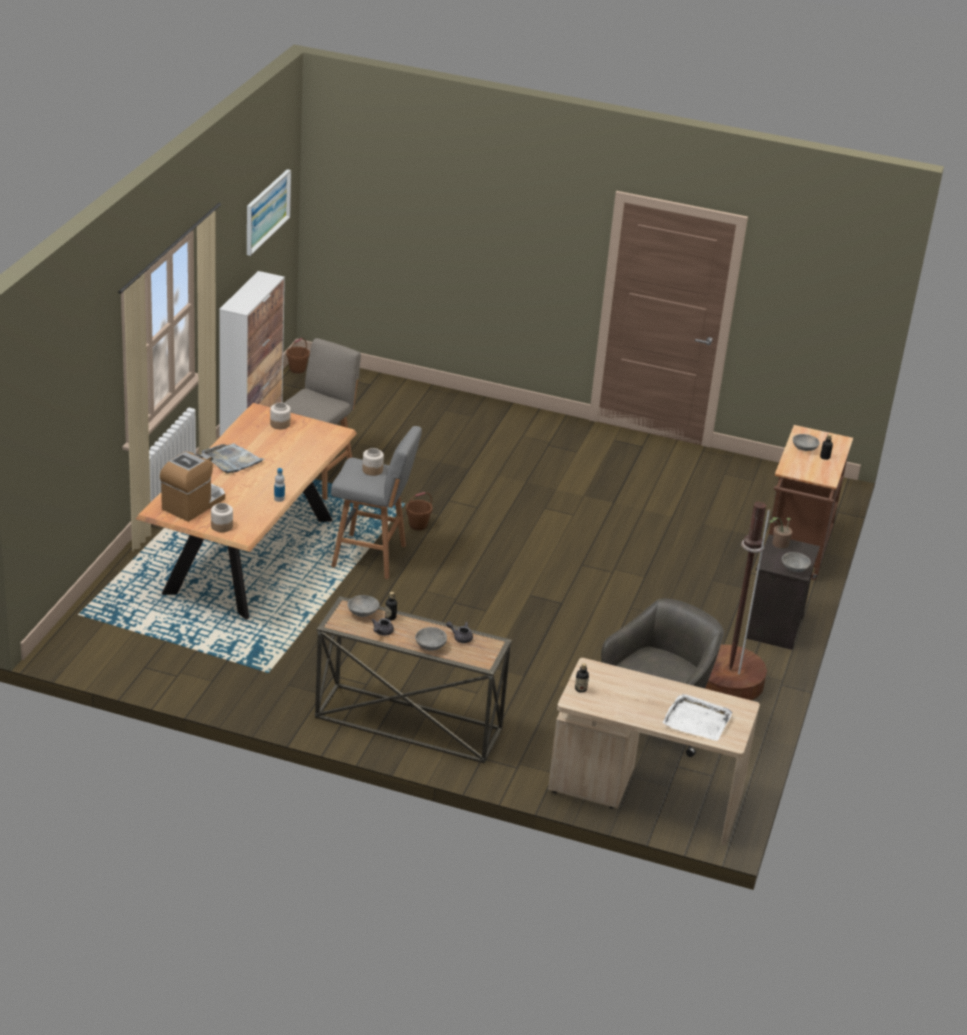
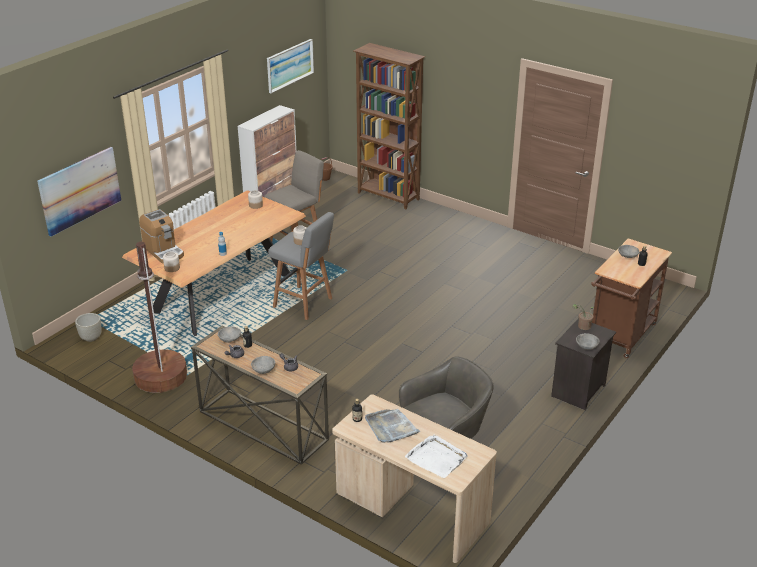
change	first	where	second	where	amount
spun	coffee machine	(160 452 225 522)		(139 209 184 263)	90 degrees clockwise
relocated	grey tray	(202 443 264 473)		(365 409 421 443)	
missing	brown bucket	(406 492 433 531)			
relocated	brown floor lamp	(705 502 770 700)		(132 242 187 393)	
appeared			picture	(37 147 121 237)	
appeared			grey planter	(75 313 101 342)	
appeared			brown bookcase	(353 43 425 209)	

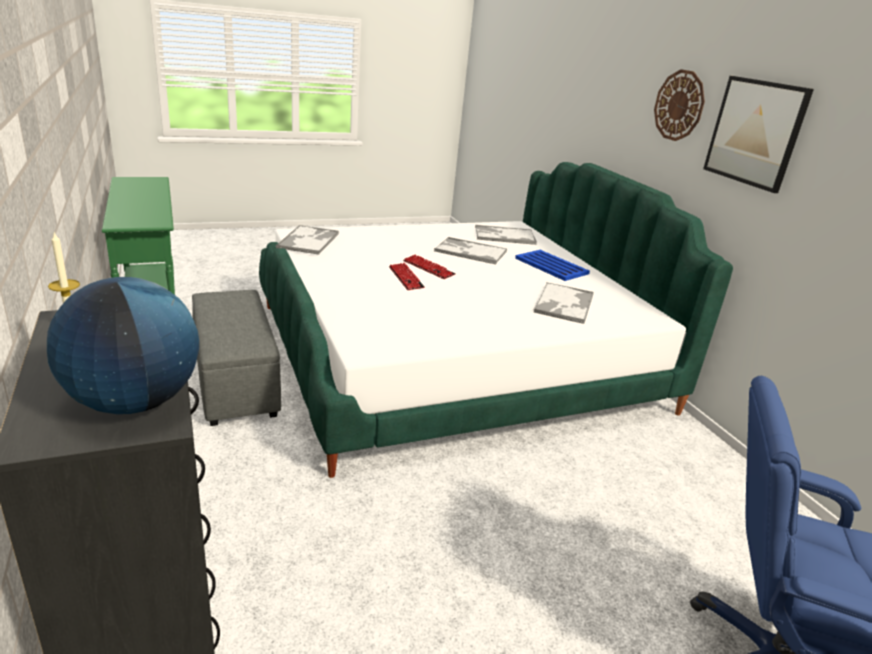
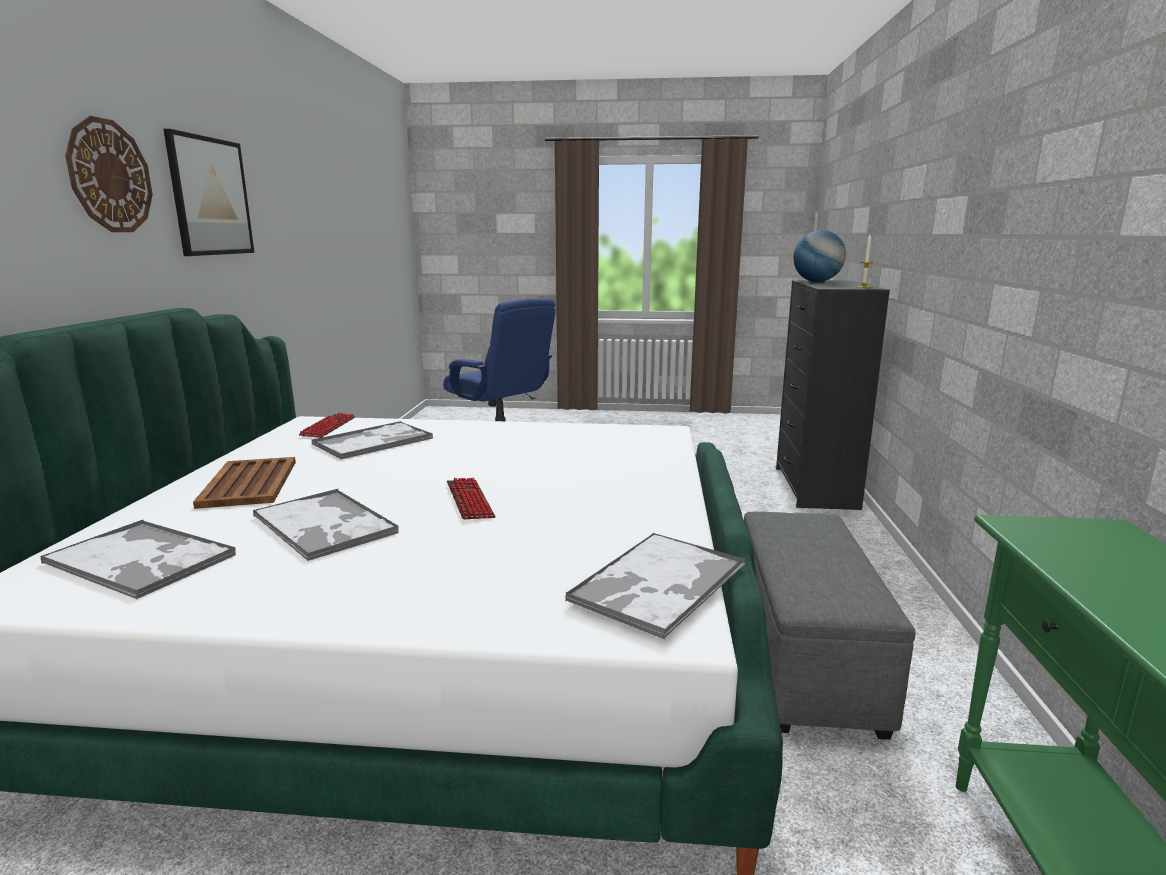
change	first	where	second	where	amount
relocated	keyboard	(389 263 425 290)		(299 413 356 438)	
colour	blue tray	(515 250 590 281)	brown tray	(193 457 296 509)	

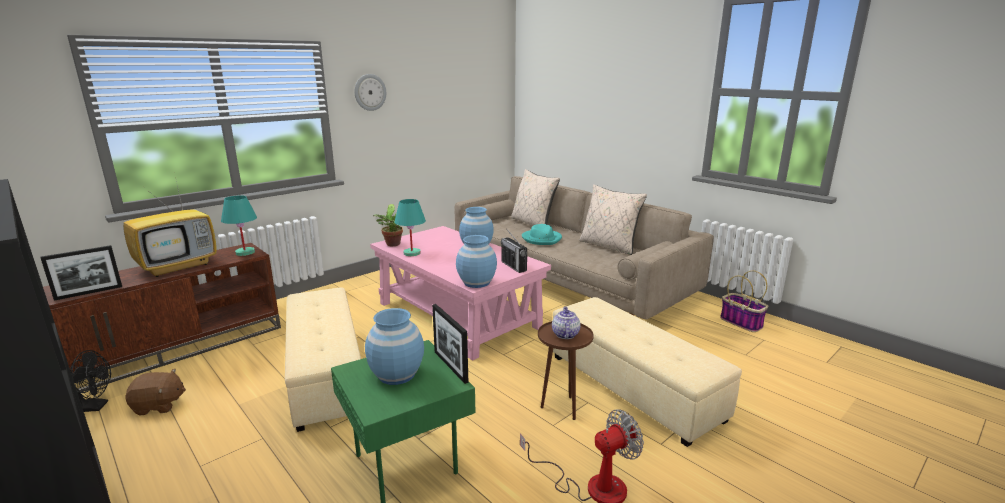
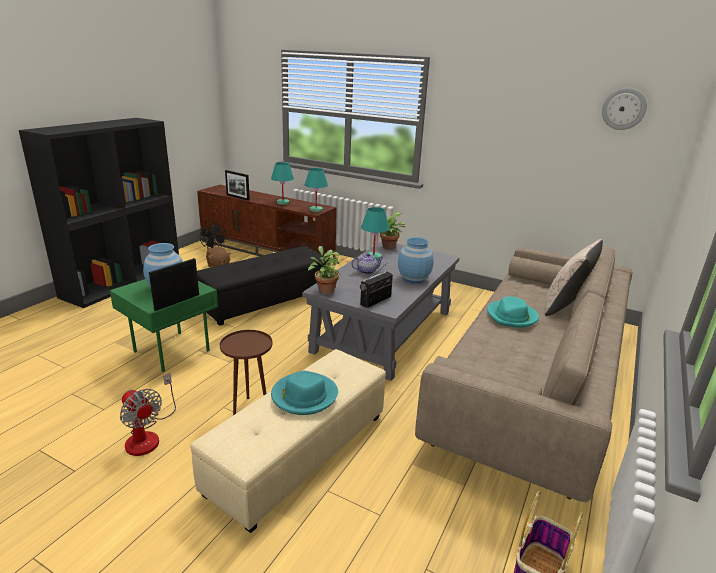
change	first	where	second	where	amount
exchanged	television	(123 181 217 277)	turquoise table lamp	(271 162 294 204)	
colour	beige ottoman	(285 287 361 432)	black ottoman	(197 246 329 326)	
relocated	wall clock	(354 74 386 111)		(602 88 647 130)	
colour	pink coffee table	(370 226 551 361)	grey coffee table	(302 241 460 381)	
exchanged	blue vase	(456 235 497 288)	potted plant	(308 246 340 294)	
relocated	teapot	(552 306 581 339)		(351 253 384 274)	
missing	beige pillow	(580 184 647 255)			
appeared			turquoise hat	(271 371 338 415)	

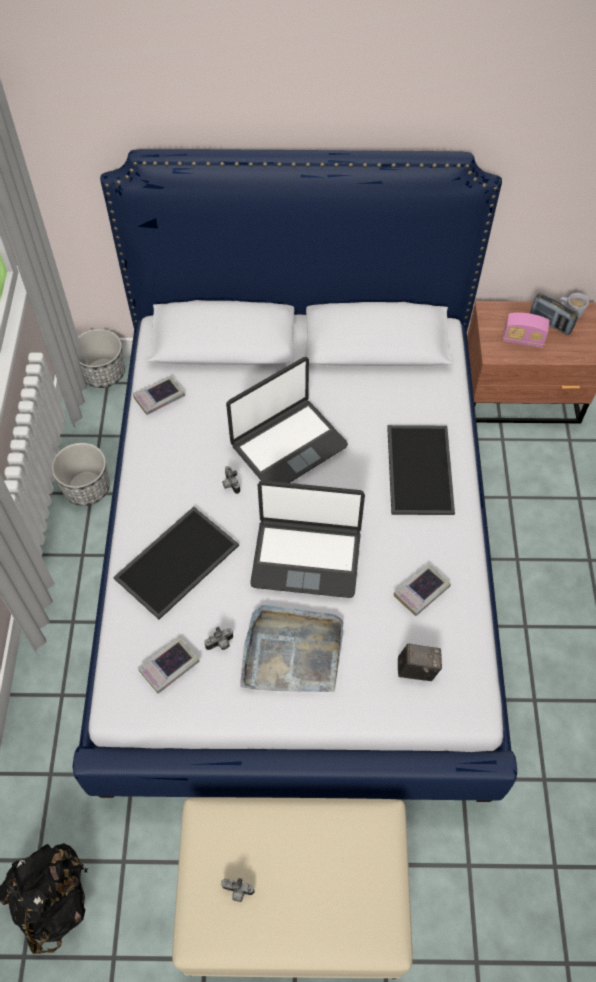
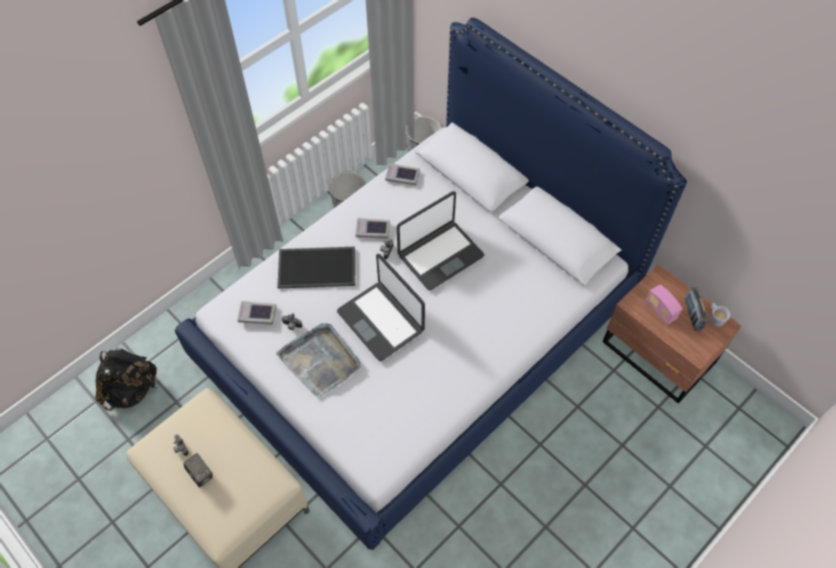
change	first	where	second	where	amount
spun	laptop	(226 357 348 483)		(397 191 484 291)	45 degrees counterclockwise
missing	tray	(387 425 455 515)			
relocated	book	(394 564 451 616)		(356 218 390 239)	
relocated	photo camera	(398 643 442 681)		(184 453 213 488)	

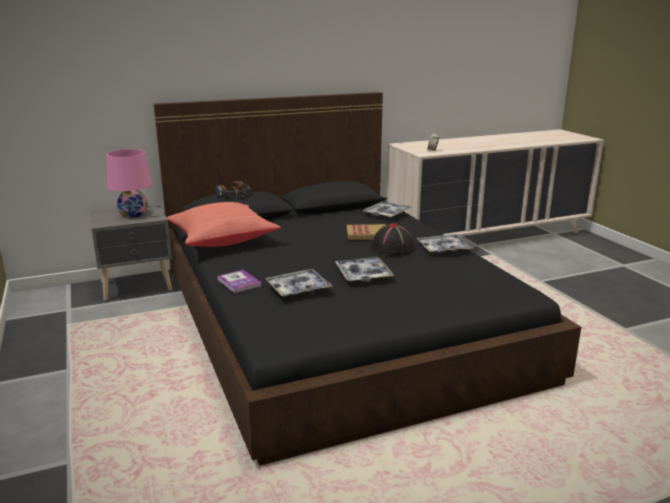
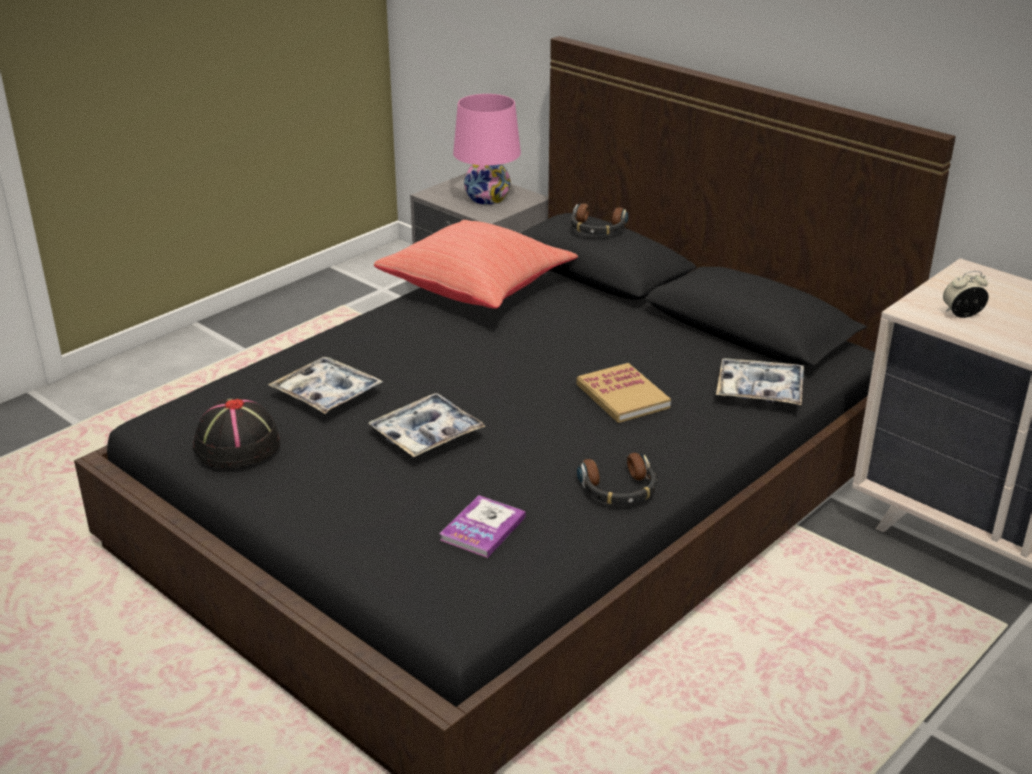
change	first	where	second	where	amount
relocated	book	(217 270 262 293)		(440 495 526 558)	
relocated	black hat	(371 223 414 256)		(193 398 280 468)	
exchanged	tray	(417 234 474 253)	headphones	(577 453 657 504)	

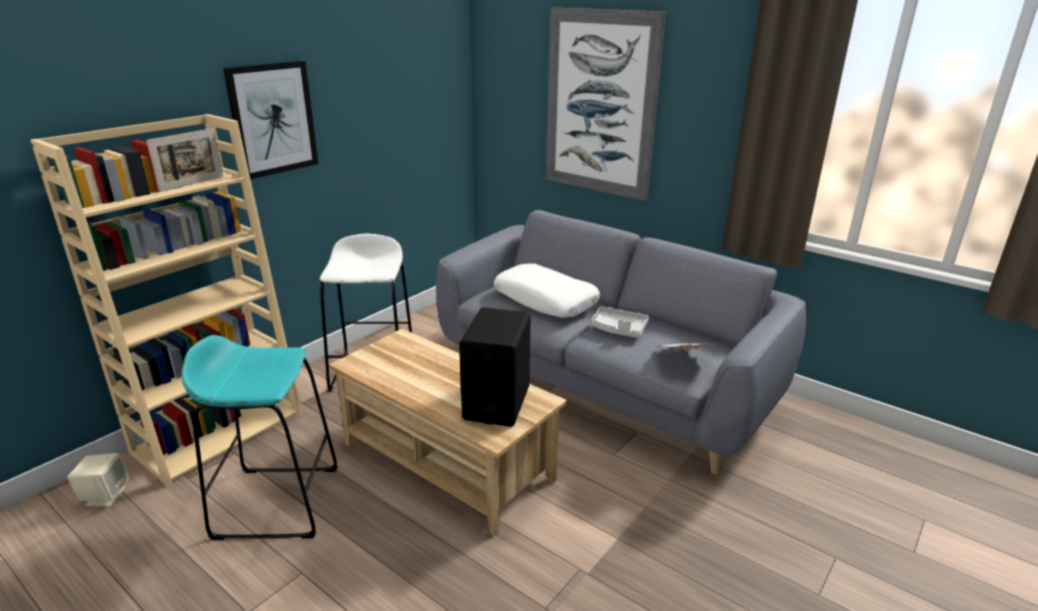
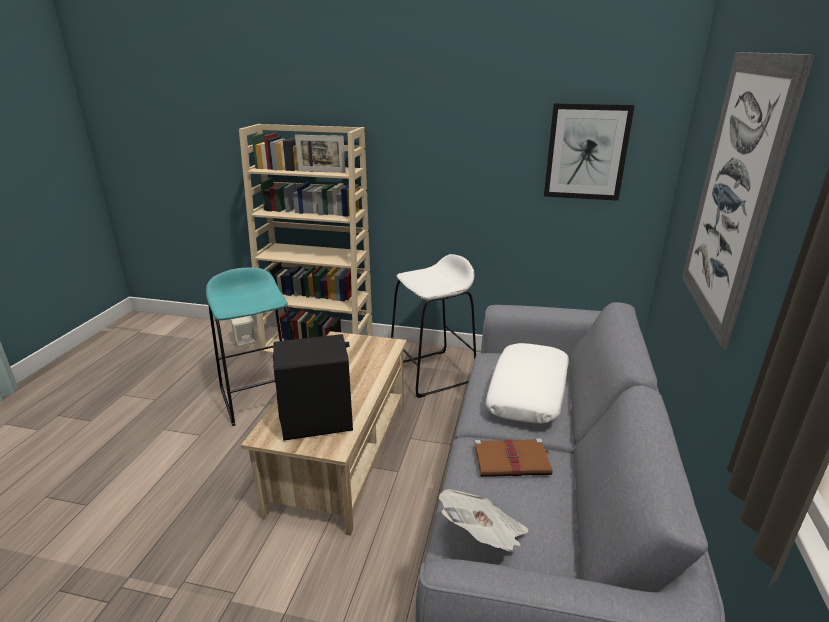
change	first	where	second	where	amount
relocated	picture	(223 61 318 179)		(544 103 635 201)	
exchanged	grey tray	(591 306 649 338)	brown book	(474 438 553 477)	

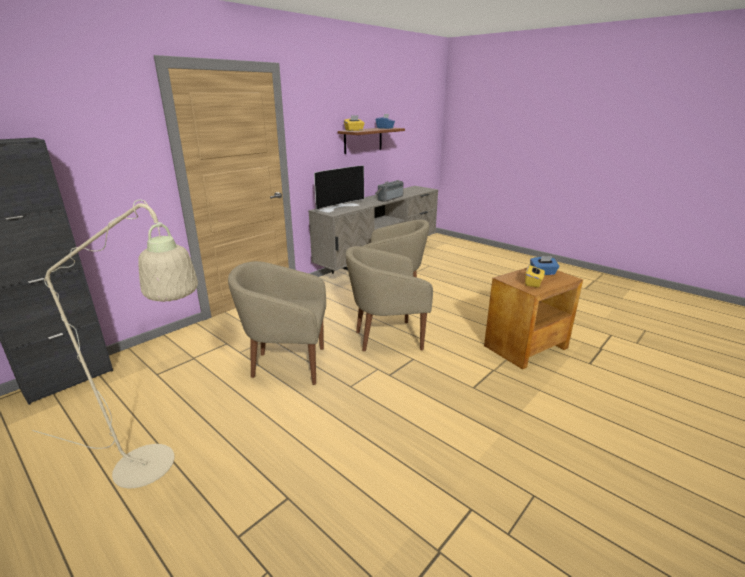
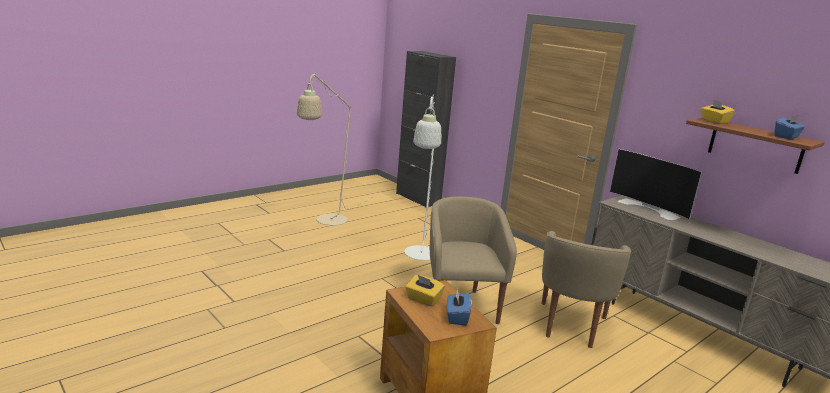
change	first	where	second	where	amount
exchanged	beige armchair	(228 261 326 385)	white floor lamp	(404 95 442 260)	
missing	radio	(375 180 403 202)			

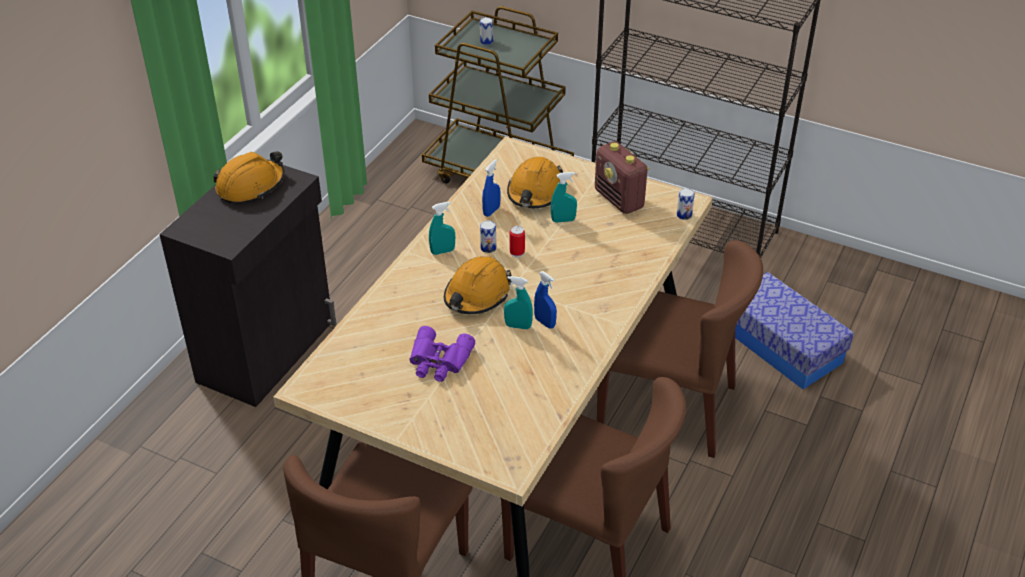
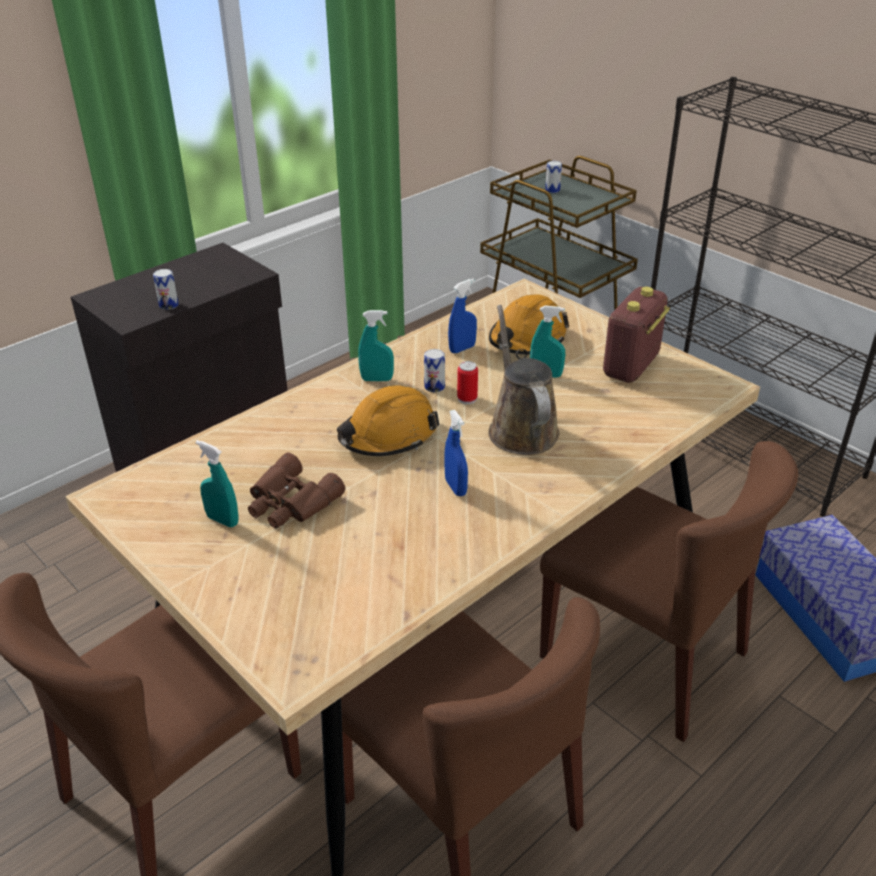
change	first	where	second	where	amount
missing	orange hard hat	(214 152 285 203)			
colour	purple binoculars	(410 326 475 382)	brown binoculars	(248 452 345 528)	
relocated	turquoise spray bottle	(504 276 533 329)		(196 440 238 527)	
spun	radio	(595 141 650 214)		(603 287 670 383)	45 degrees clockwise
relocated	can	(677 188 695 220)		(153 269 178 310)	
appeared			brown watering can	(488 305 559 455)	

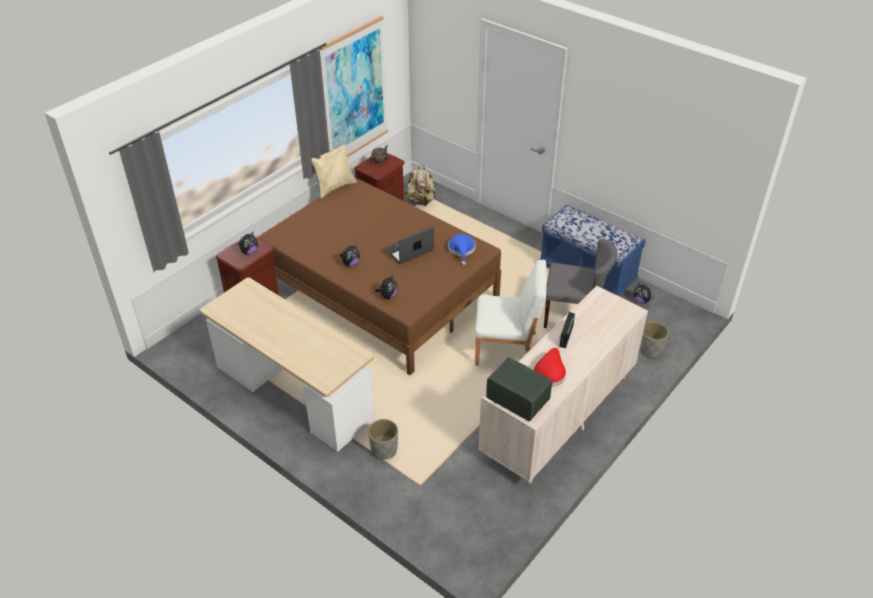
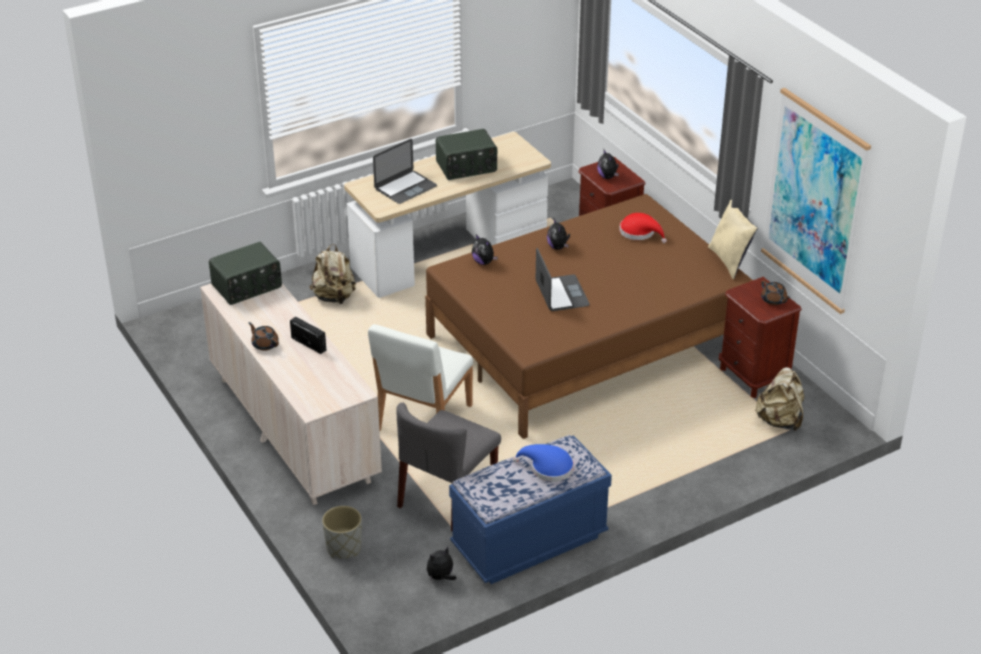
change	first	where	second	where	amount
exchanged	grey planter	(368 419 398 459)	beige backpack	(309 244 356 304)	
relocated	blue hat	(448 234 476 265)		(513 444 574 482)	
relocated	red hat	(533 348 567 387)		(619 213 667 243)	
appeared			brown teapot	(249 322 279 351)	
appeared			laptop	(373 139 437 204)	
appeared			radio	(436 129 497 180)	

